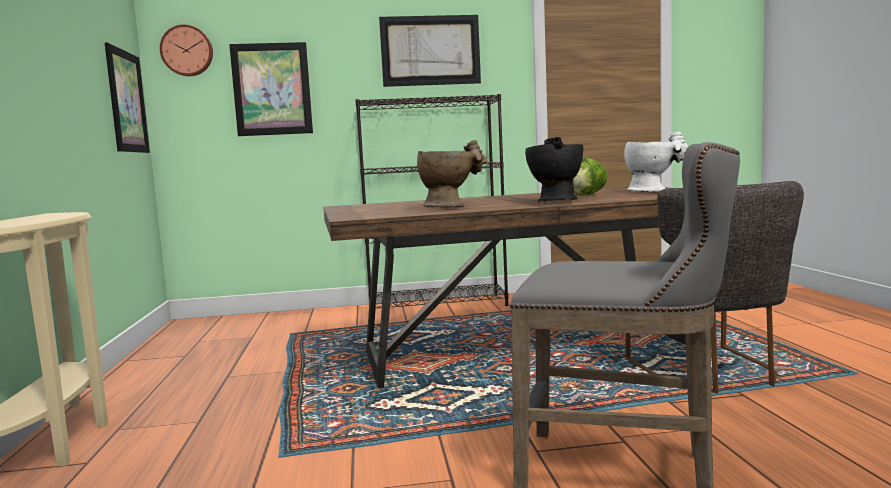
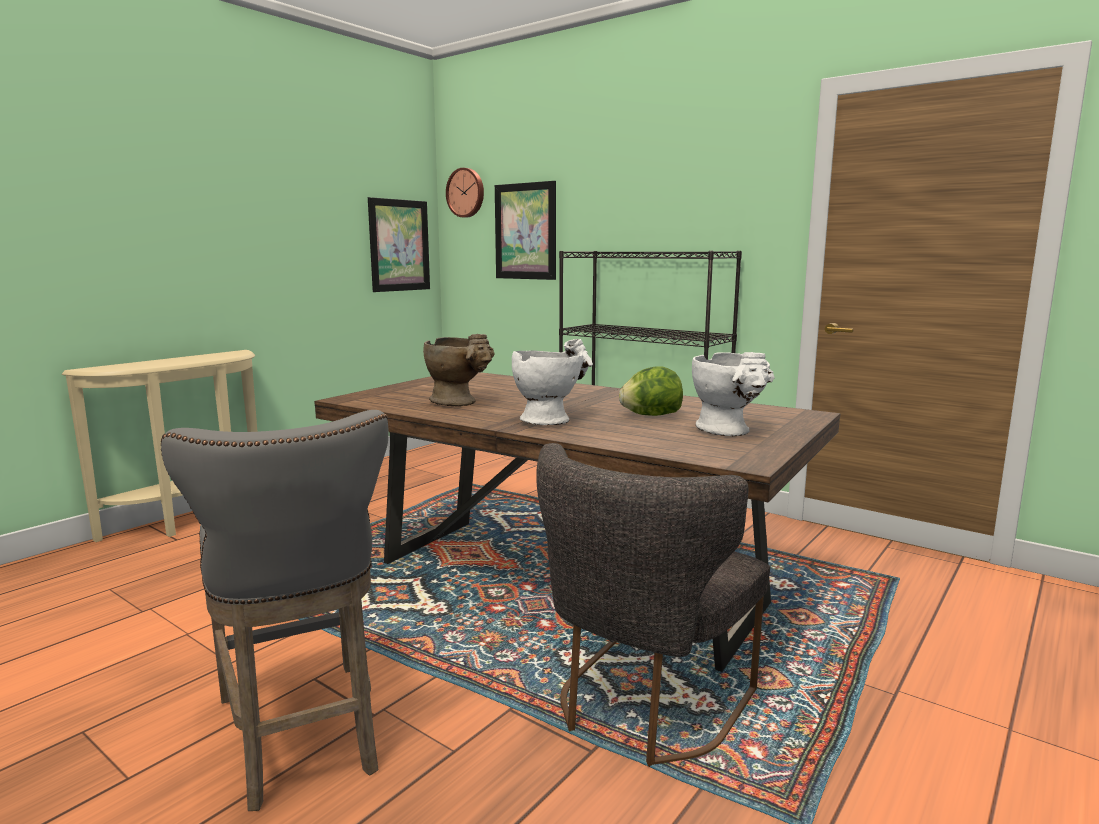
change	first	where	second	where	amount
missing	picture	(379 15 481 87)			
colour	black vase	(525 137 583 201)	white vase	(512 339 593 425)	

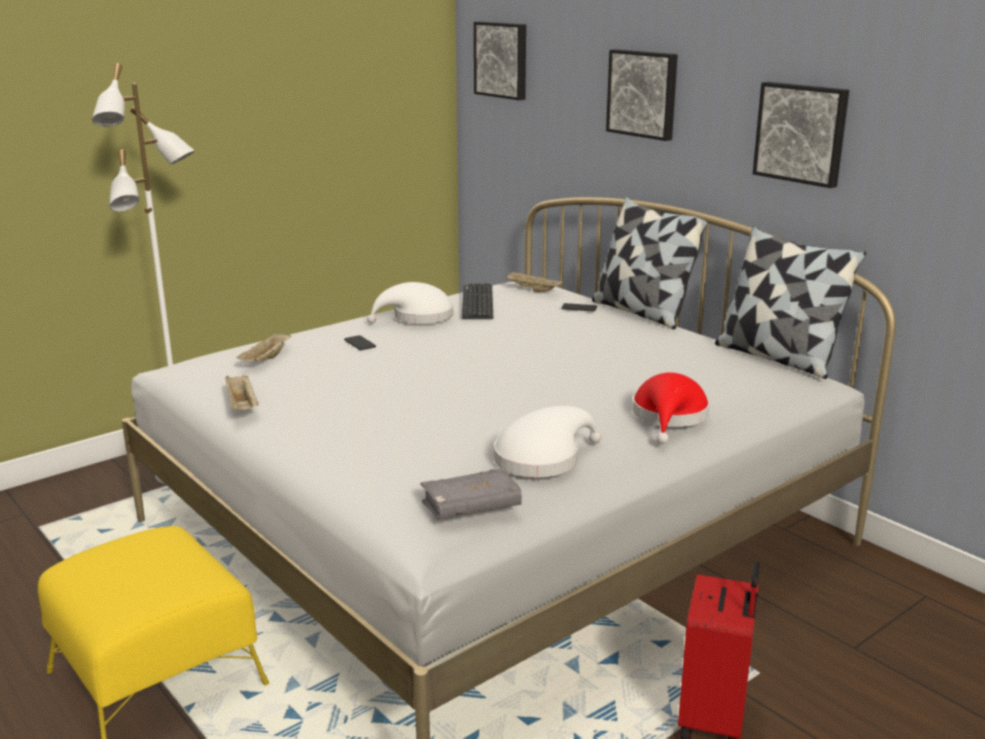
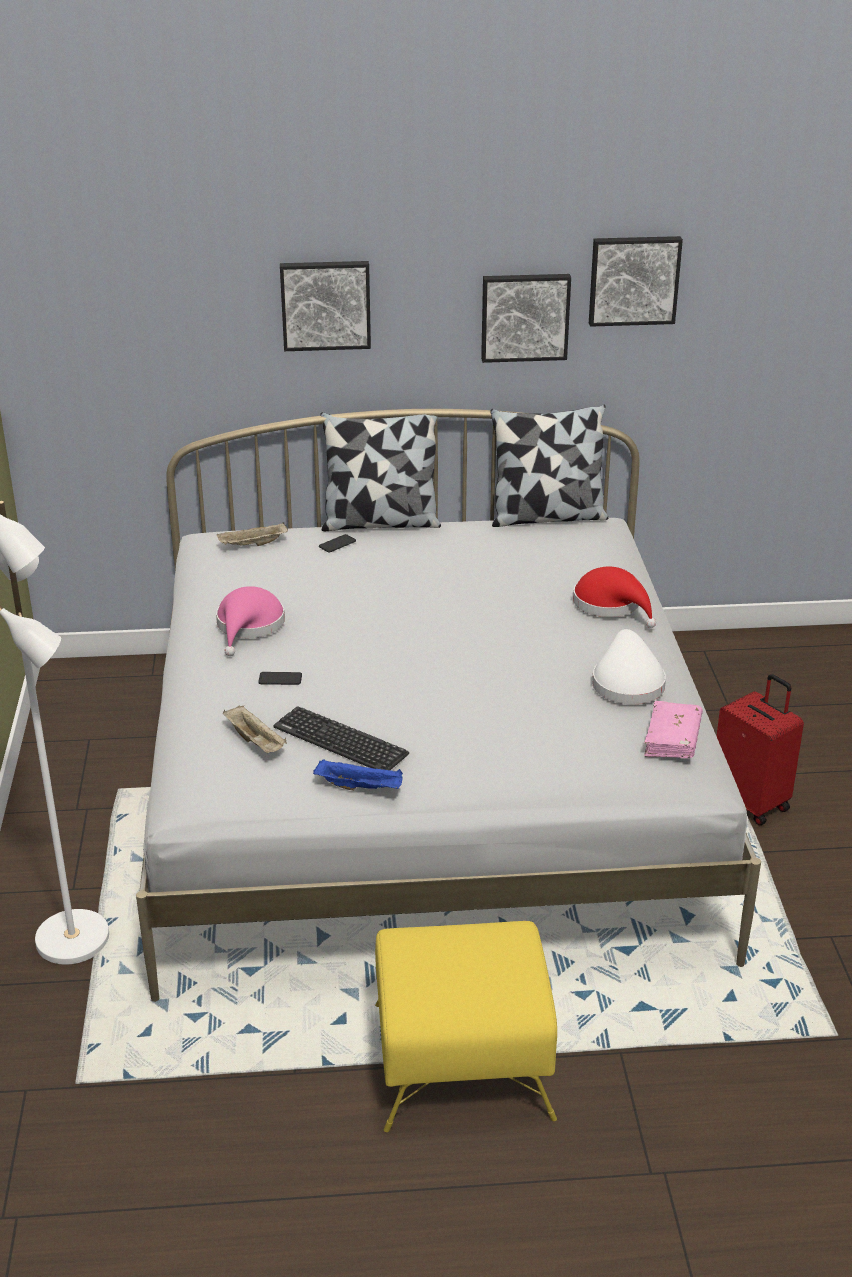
change	first	where	second	where	amount
colour	beige tray	(226 375 258 410)	blue tray	(313 759 403 791)	
colour	white hat	(367 282 453 324)	pink hat	(216 586 285 656)	
colour	grey book	(420 468 522 520)	pink book	(644 701 703 758)	
relocated	keyboard	(462 283 493 319)		(273 706 409 770)	
relocated	picture	(474 22 526 100)		(589 236 683 327)	

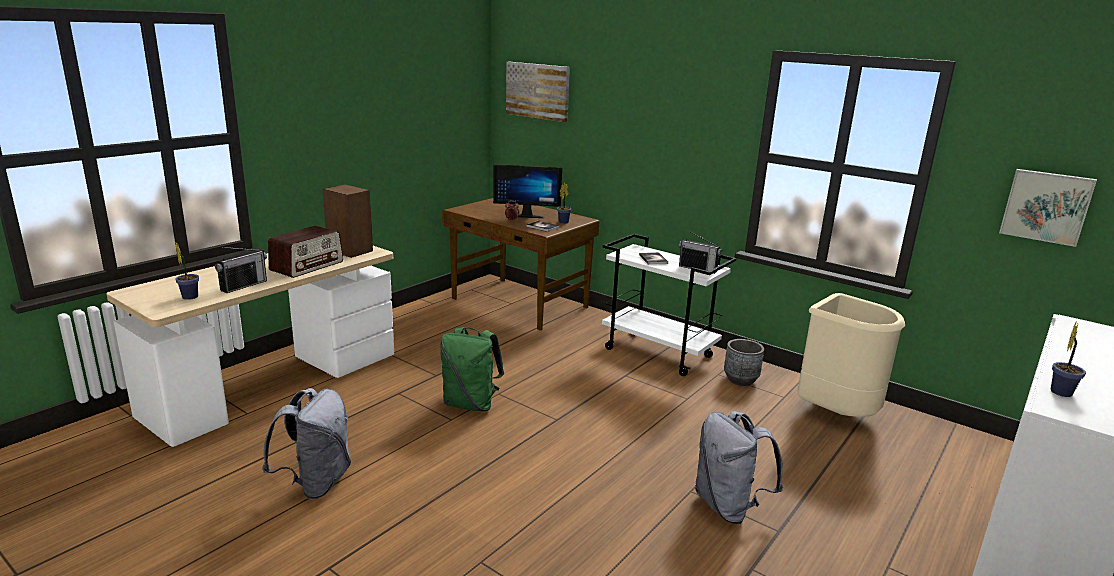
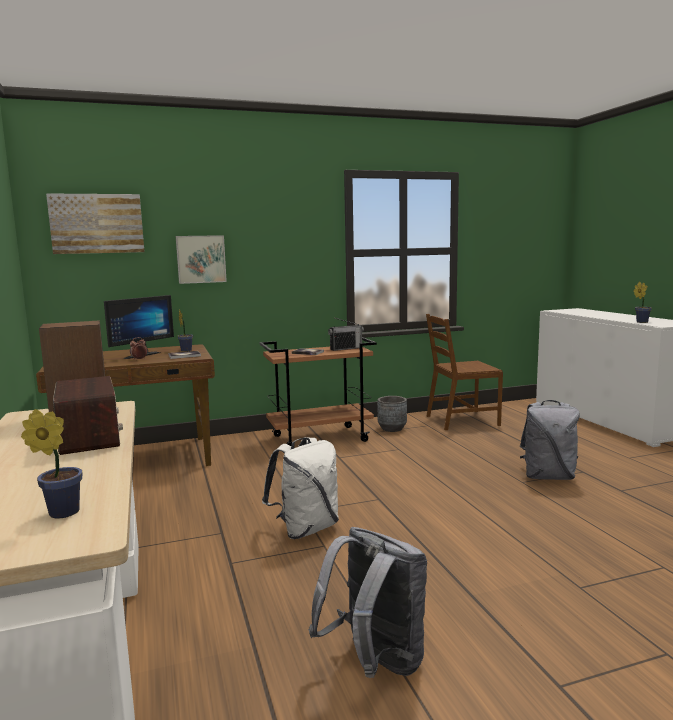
change	first	where	second	where	amount
missing	radio	(215 247 267 293)			
colour	green backpack	(440 327 504 412)	white backpack	(262 437 339 539)	
colour	white cart	(602 234 736 376)	brown cart	(260 337 377 446)	
exchanged	beige trash can	(797 293 905 417)	brown chair	(426 314 503 430)	
relocated	picture	(999 169 1097 247)		(176 235 227 284)	

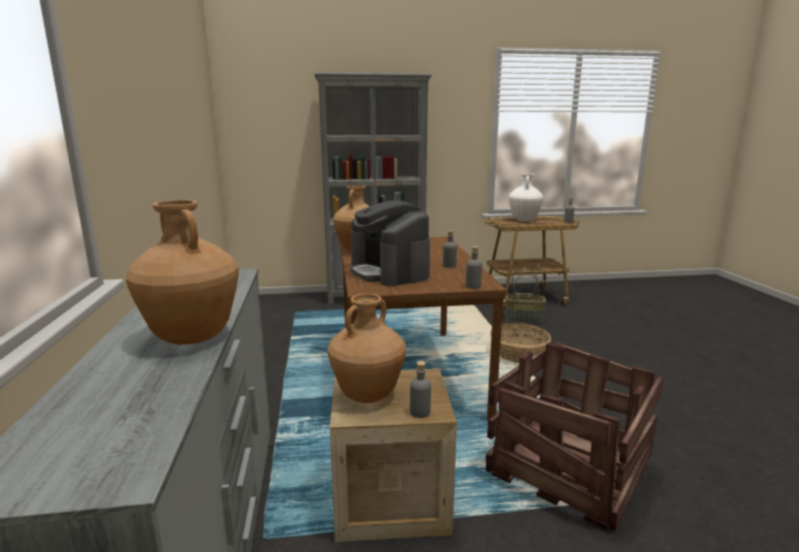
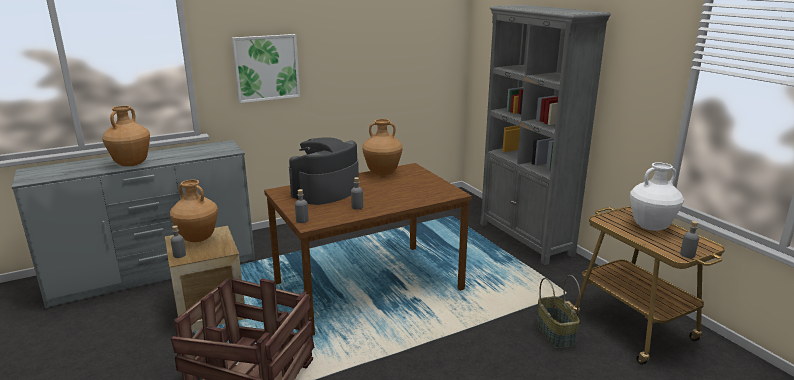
change	first	where	second	where	amount
missing	basket	(490 323 551 363)			
appeared			picture	(232 34 300 103)	

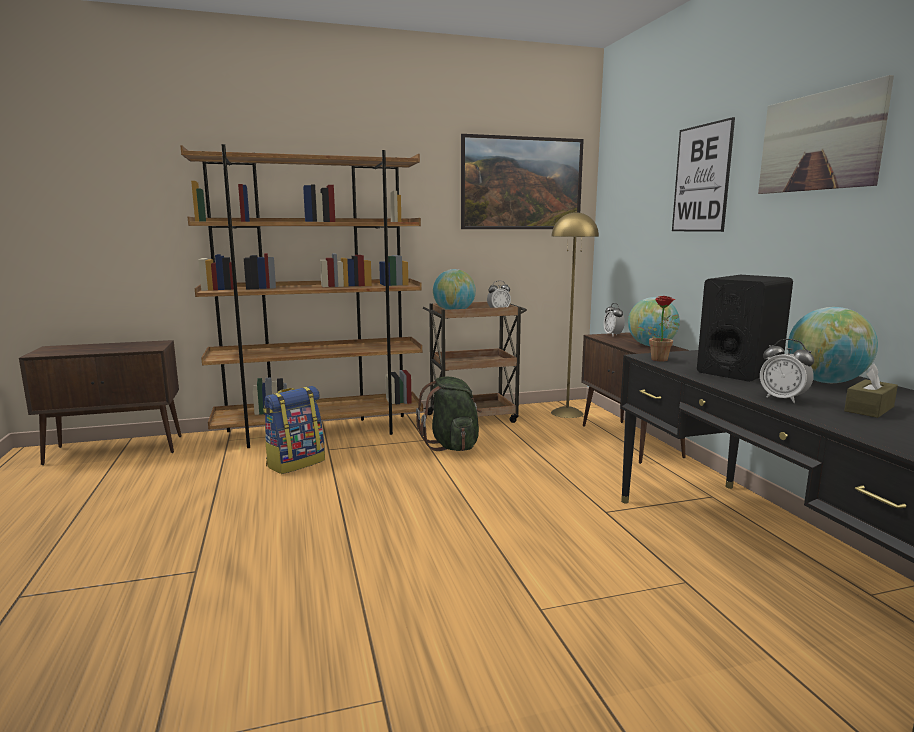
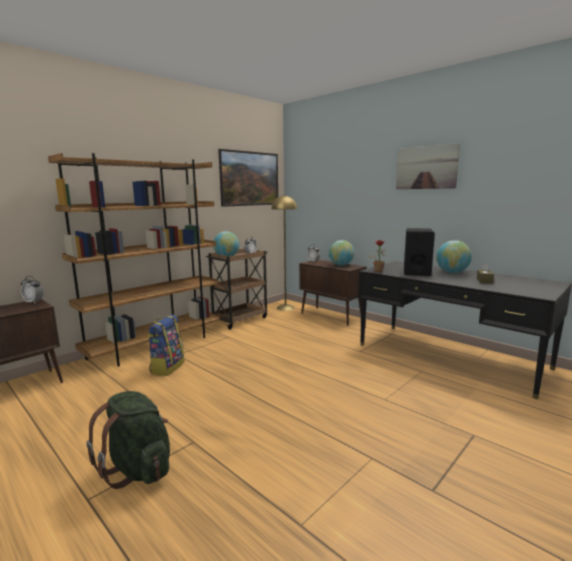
change	first	where	second	where	amount
relocated	green backpack	(416 376 482 451)		(86 391 170 489)	
missing	picture	(672 117 735 232)			
relocated	alarm clock	(760 339 814 403)		(21 276 43 303)	

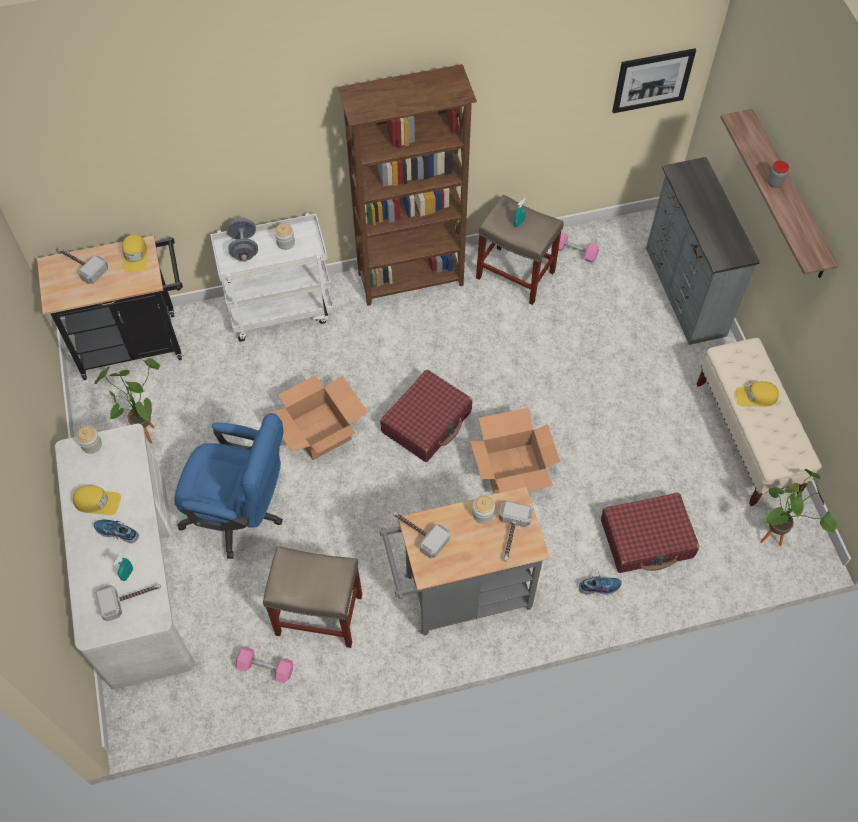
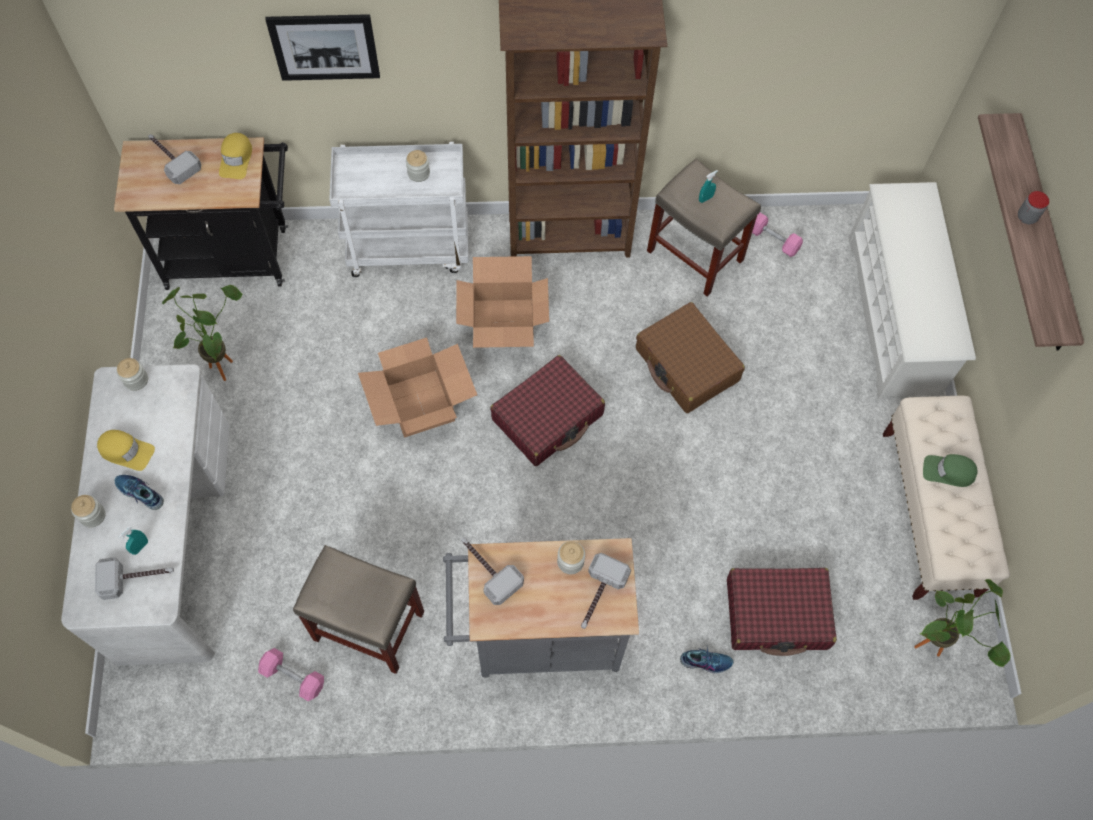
change	first	where	second	where	amount
missing	blue office chair	(174 413 284 559)			
missing	grey dumbbell	(226 217 258 262)			
relocated	cardboard box	(470 408 560 494)		(456 256 549 348)	
relocated	picture	(612 48 696 113)		(265 14 380 81)	
exchanged	grey dresser	(646 157 760 345)	white shoe rack	(849 182 976 400)	
colour	yellow cap	(736 381 779 407)	green cap	(923 454 978 487)	
appeared			jar	(71 495 106 528)	
appeared			brown suitcase	(636 302 745 413)	

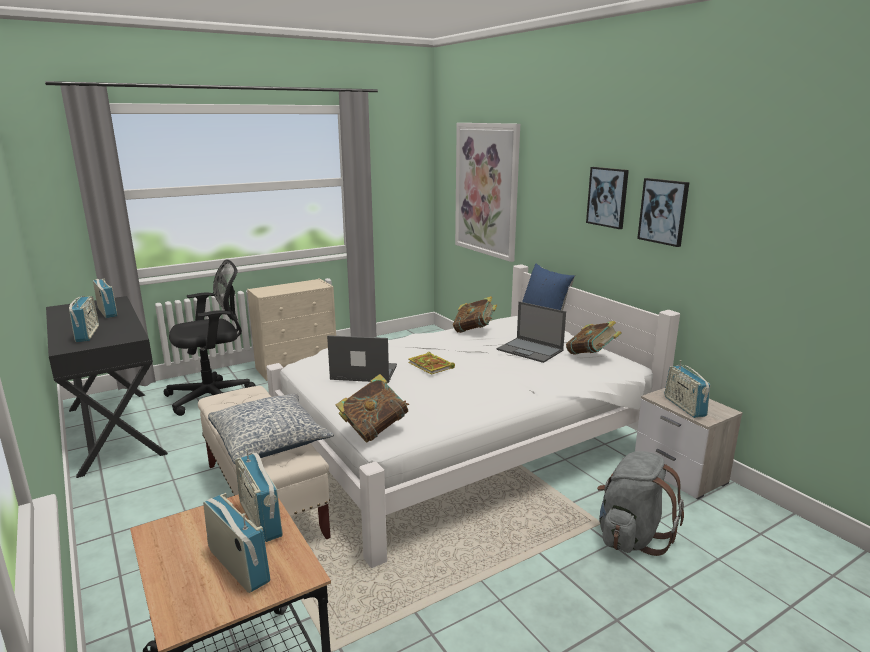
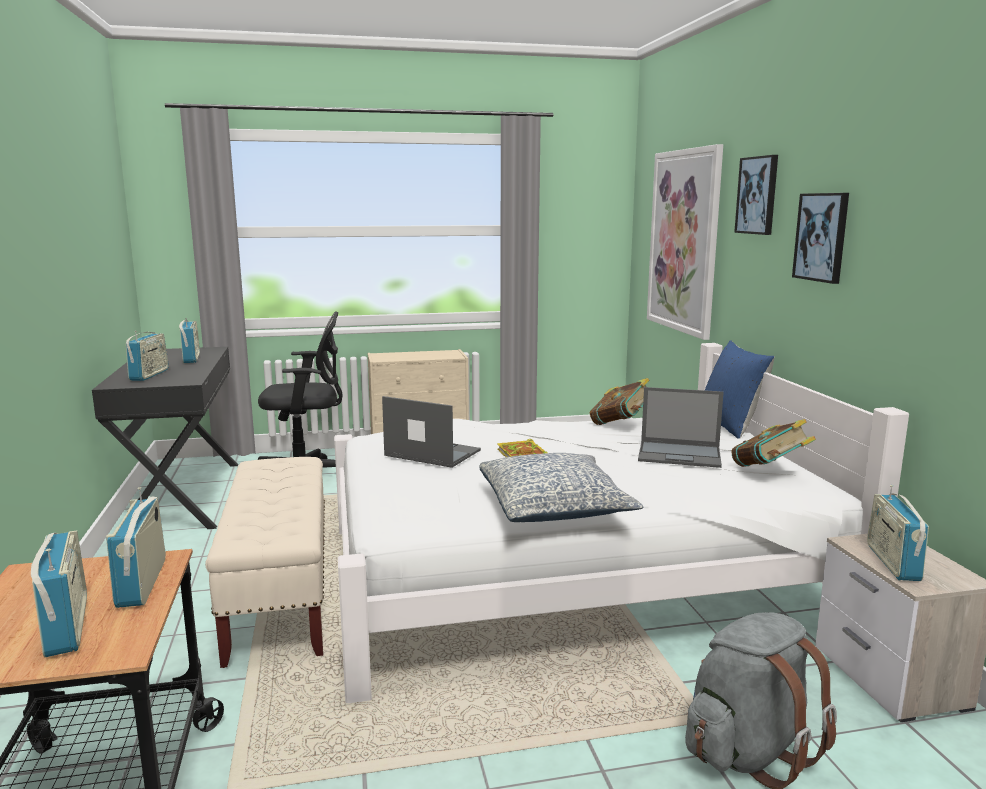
change	first	where	second	where	amount
relocated	pillow	(208 393 334 464)		(479 453 643 522)	
missing	book	(336 374 409 443)			
spun	laptop	(497 301 566 363)		(638 387 724 468)	45 degrees counterclockwise
relocated	picture	(637 178 689 247)		(734 155 778 235)	

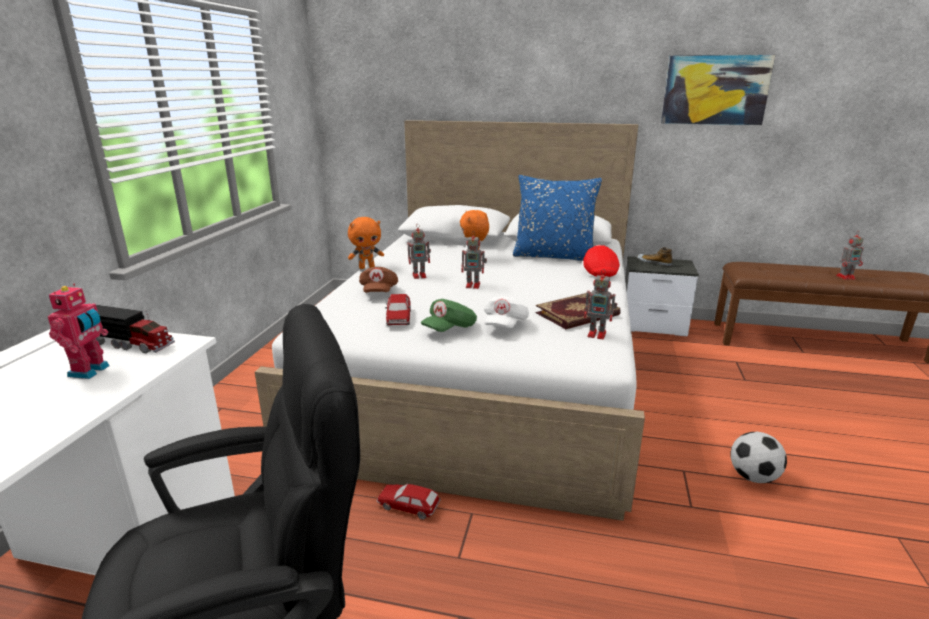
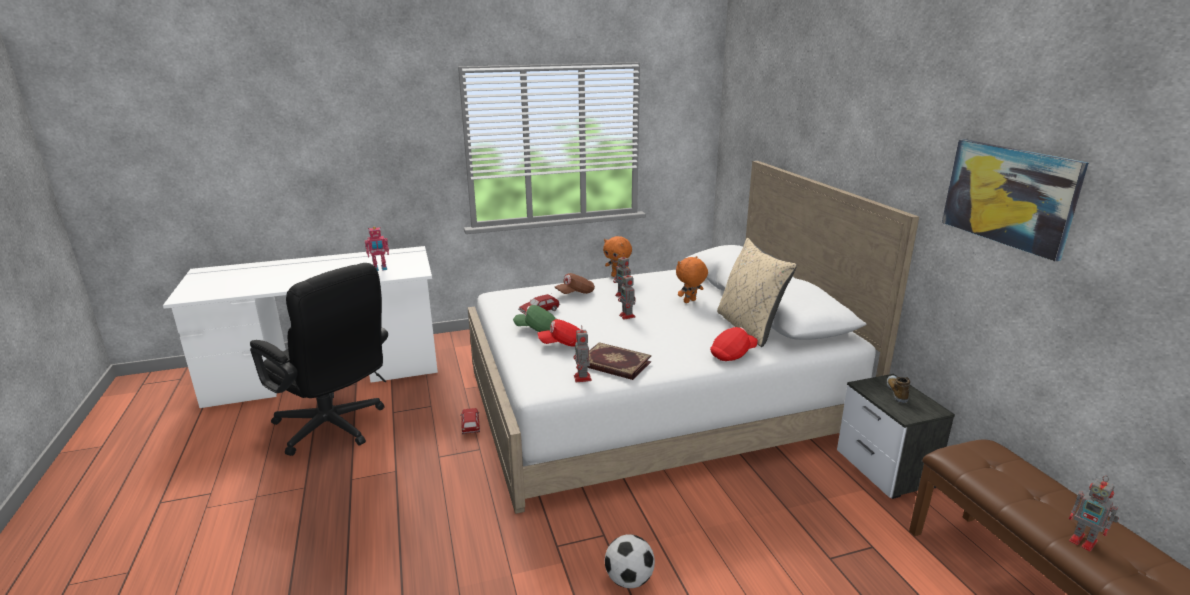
change	first	where	second	where	amount
missing	toy truck	(96 305 175 353)			
colour	white cap	(484 296 529 328)	red cap	(537 319 580 347)	
colour	blue pillow	(513 175 602 261)	beige pillow	(717 238 797 347)	

